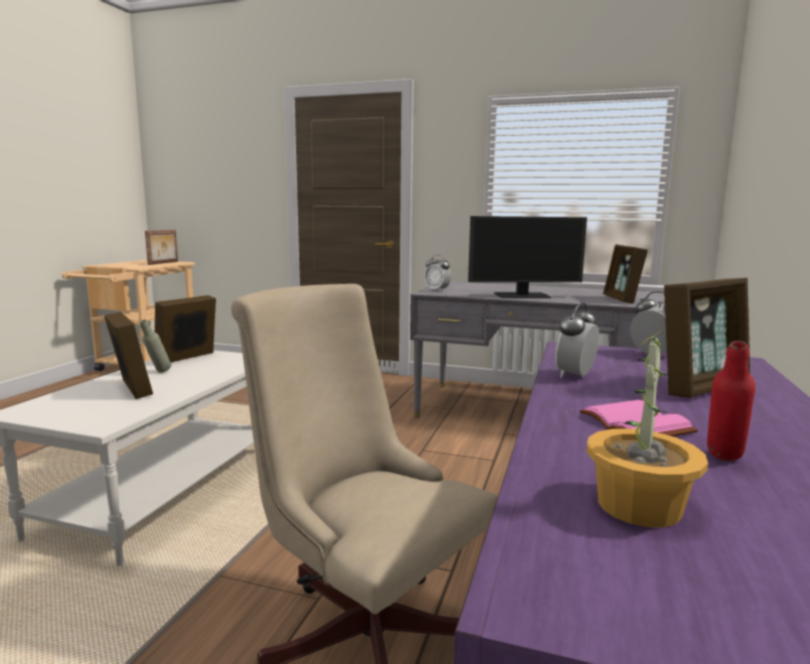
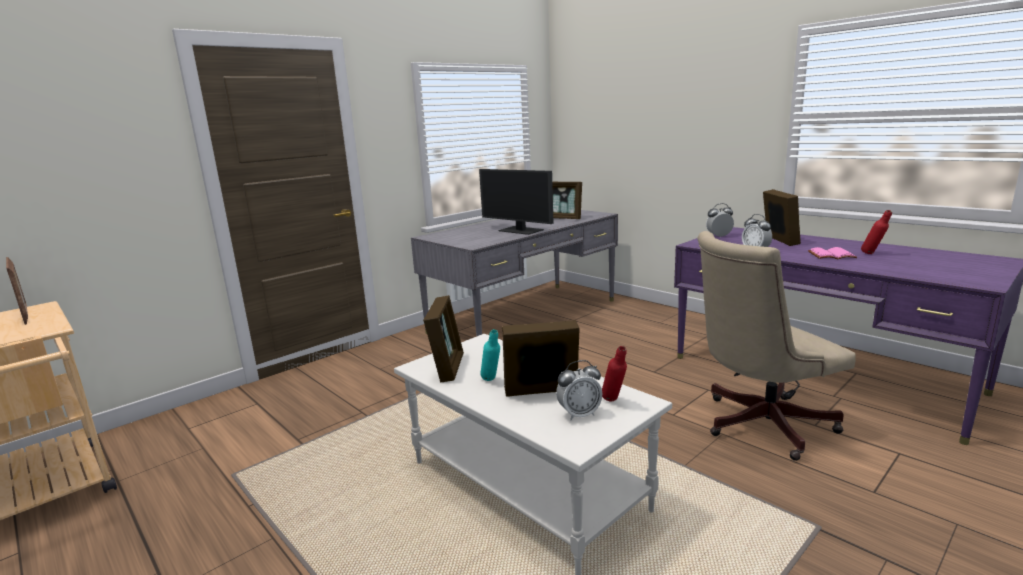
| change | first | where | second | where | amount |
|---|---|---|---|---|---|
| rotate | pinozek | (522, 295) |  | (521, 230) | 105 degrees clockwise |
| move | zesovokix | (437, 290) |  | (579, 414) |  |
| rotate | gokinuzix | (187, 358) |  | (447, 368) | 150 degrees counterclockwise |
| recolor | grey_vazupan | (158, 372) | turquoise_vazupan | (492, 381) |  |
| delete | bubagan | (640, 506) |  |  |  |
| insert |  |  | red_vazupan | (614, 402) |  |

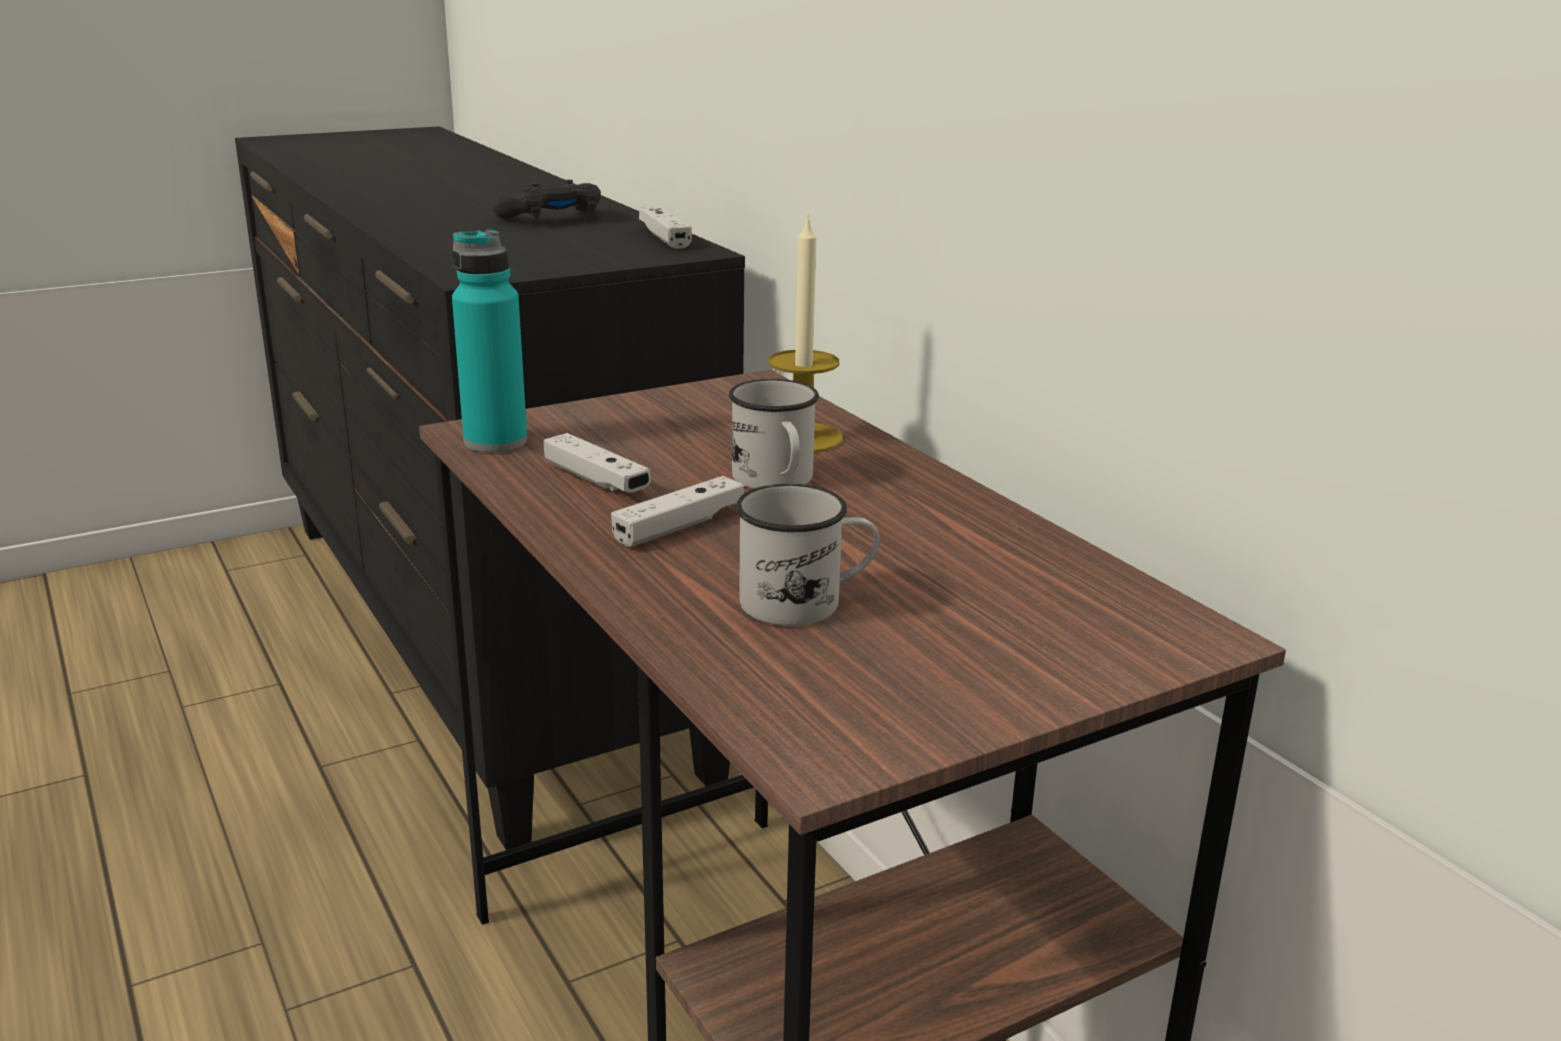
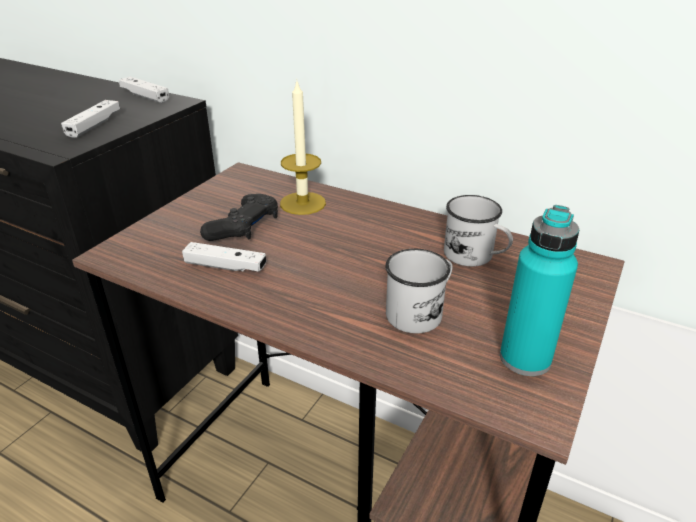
| change | first | where | second | where | amount |
|---|---|---|---|---|---|
| move | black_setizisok | (553, 218) |  | (244, 228) |  |
| move | turquoise_vazupan | (495, 441) |  | (525, 358) |  |
| move | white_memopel | (776, 482) |  | (475, 257) |  |
| move | white_setizisok | (679, 526) |  | (94, 125) |  |

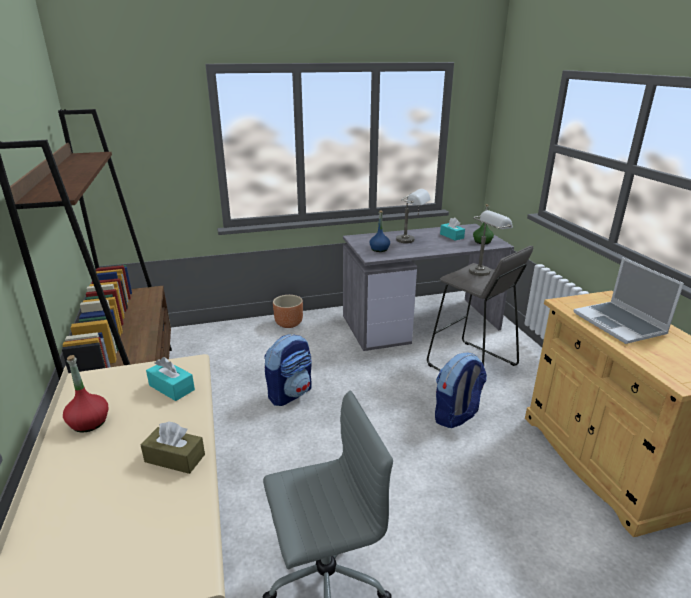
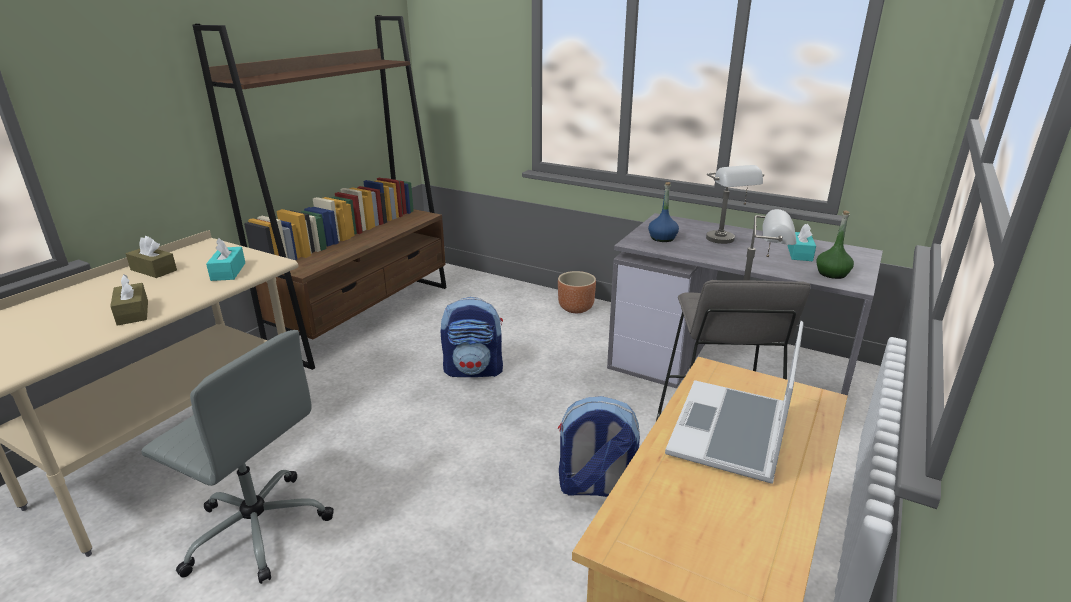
| change | first | where | second | where | amount |
|---|---|---|---|---|---|
| replace | red_vazupan | (89, 422) | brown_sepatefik | (153, 270) |  |

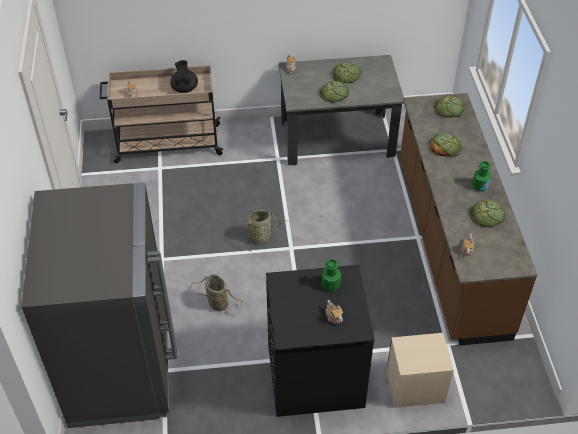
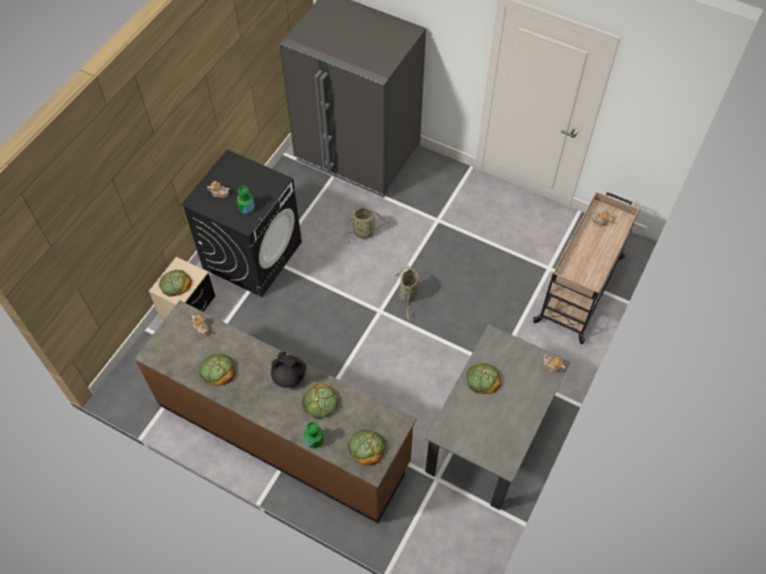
| change | first | where | second | where | amount |
|---|---|---|---|---|---|
| move | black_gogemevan | (184, 88) |  | (289, 376) |  |
| move | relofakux | (346, 75) |  | (175, 284) |  |
| move | green_vazupan | (480, 186) |  | (314, 440) |  |

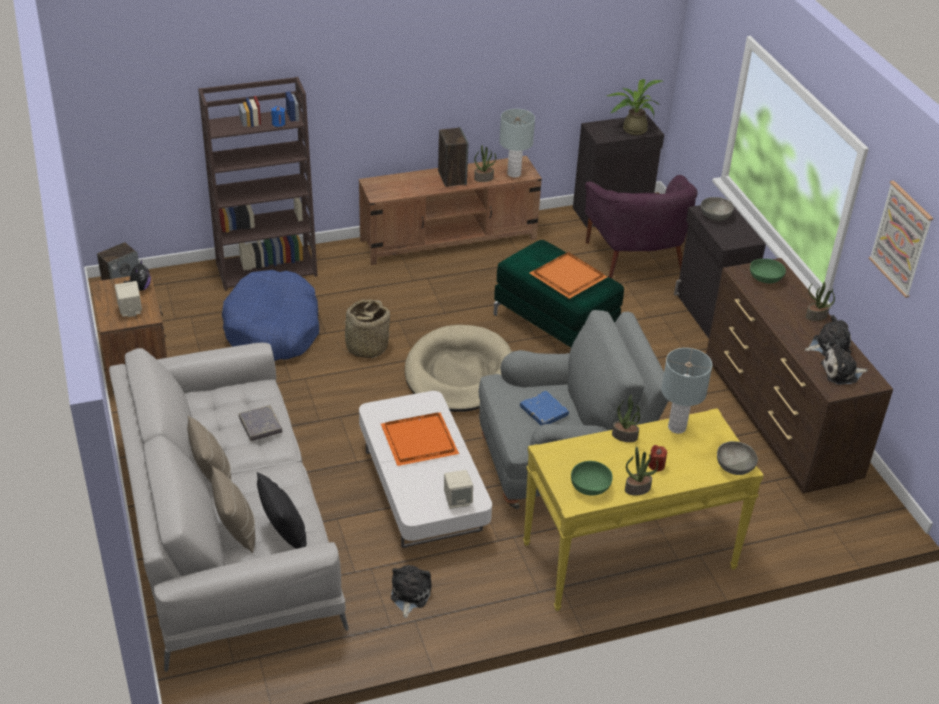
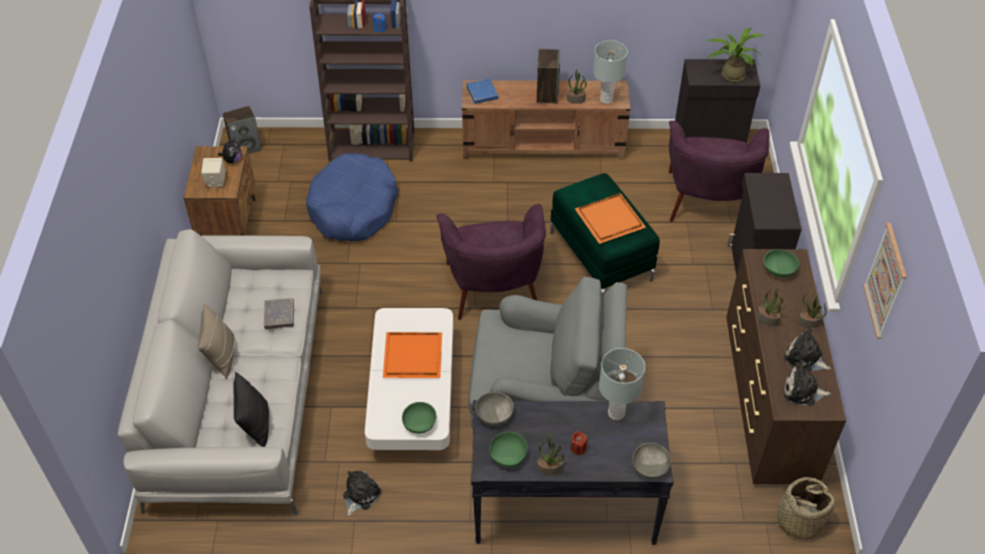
| change | first | where | second | where | amount |
|---|---|---|---|---|---|
| move | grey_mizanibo | (715, 216) |  | (494, 415) |  |
| move | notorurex | (366, 347) |  | (798, 520) |  |
| rotate | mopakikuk | (828, 345) |  | (805, 358) | 150 degrees counterclockwise |
| replace | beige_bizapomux | (459, 373) | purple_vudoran | (494, 287) |  |
| move | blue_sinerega | (544, 411) |  | (482, 93) |  |
| move | bubagan | (625, 436) |  | (767, 319) |  |
| recolor | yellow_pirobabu | (628, 556) | black_pirobabu | (563, 506) |  |
| delete | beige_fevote | (236, 530) |  |  |  |
| replace | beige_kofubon | (457, 500) | green_mizanibo | (420, 423) |  |

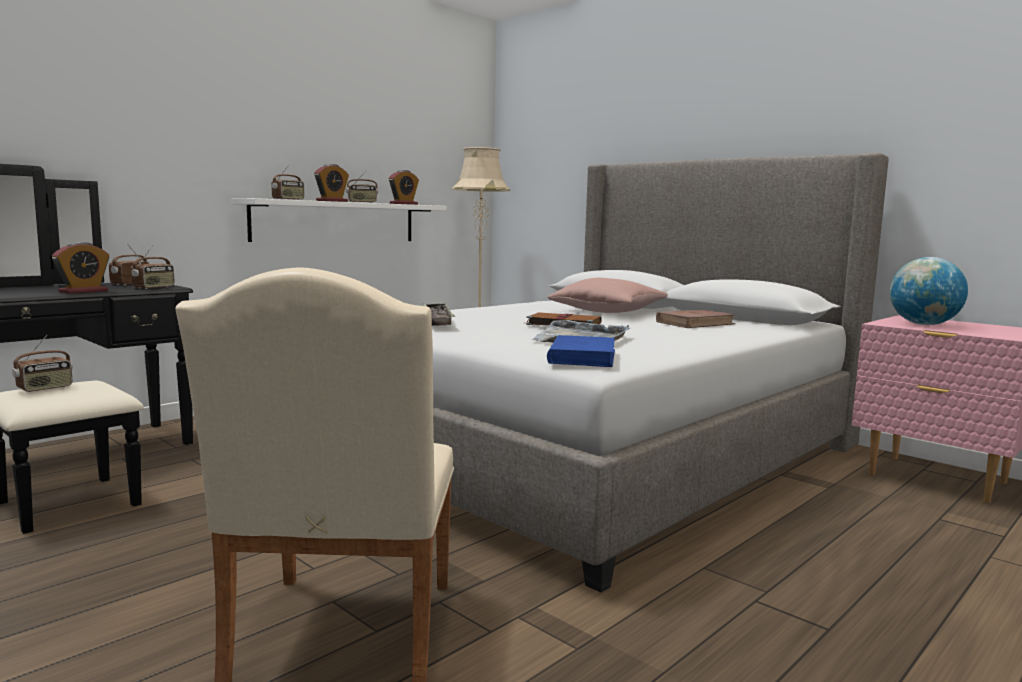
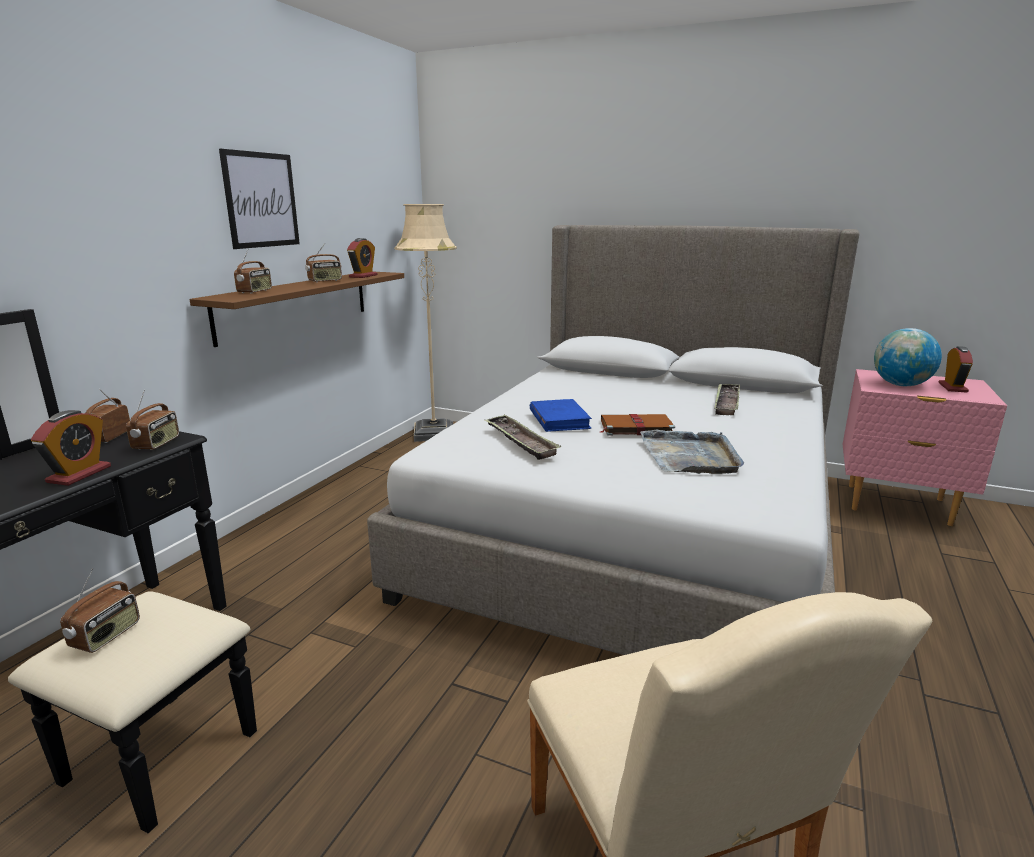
| change | first | where | second | where | amount |
|---|---|---|---|---|---|
| move | zesovokix | (332, 201) |  | (952, 387) |  |
| recolor | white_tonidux | (336, 222) | brown_tonidux | (296, 304) |  |
| delete | pink_fevote | (608, 311) |  |  |  |
| replace | brown_sinerega | (695, 323) | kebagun | (726, 403) |  |
| move | blue_sinerega | (582, 357) |  | (559, 419) |  |
| insert |  |  | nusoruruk | (261, 200) |  |

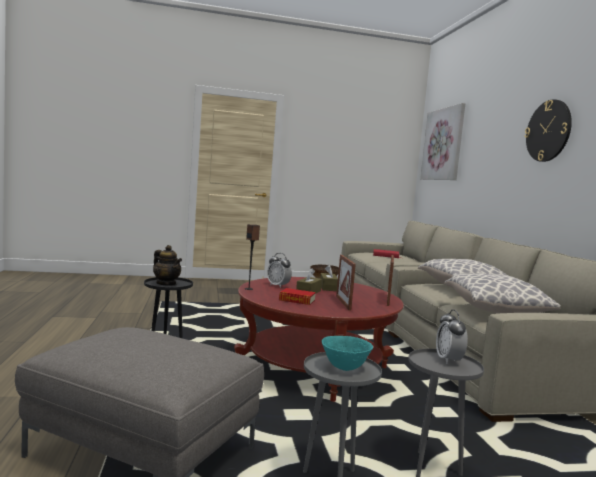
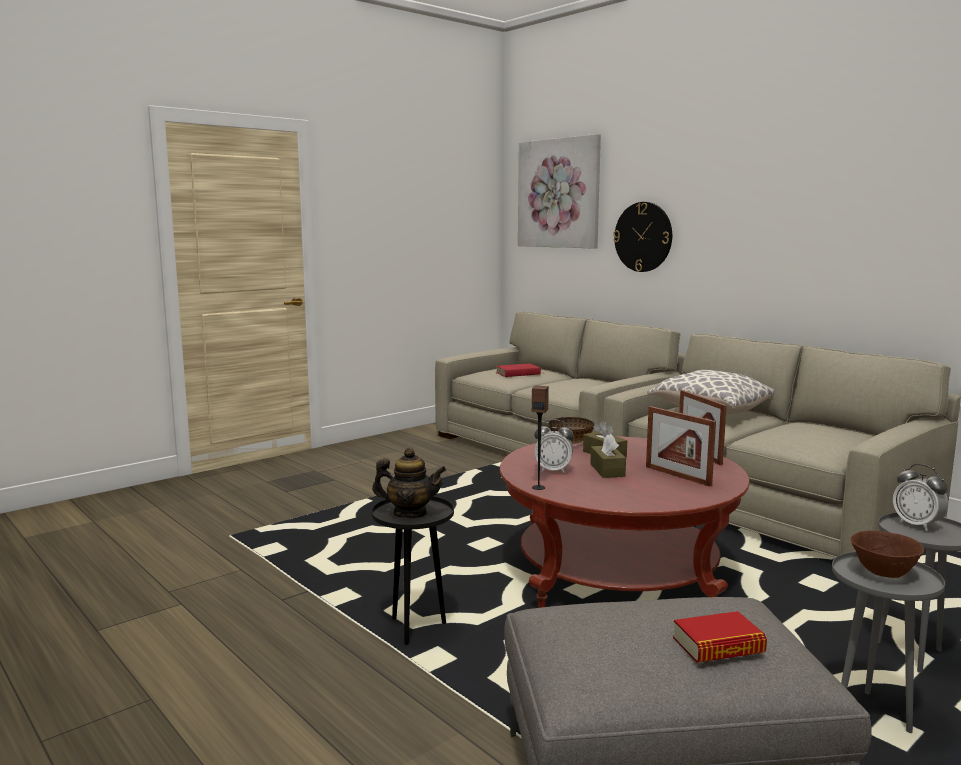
| change | first | where | second | where | amount |
|---|---|---|---|---|---|
| move | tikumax | (548, 131) |  | (643, 237) |  |
| delete | fevote | (495, 310) |  |  |  |
| move | sinerega | (297, 300) |  | (718, 646) |  |
| recolor | turquoise_mizanibo | (344, 367) | brown_mizanibo | (883, 573) |  |

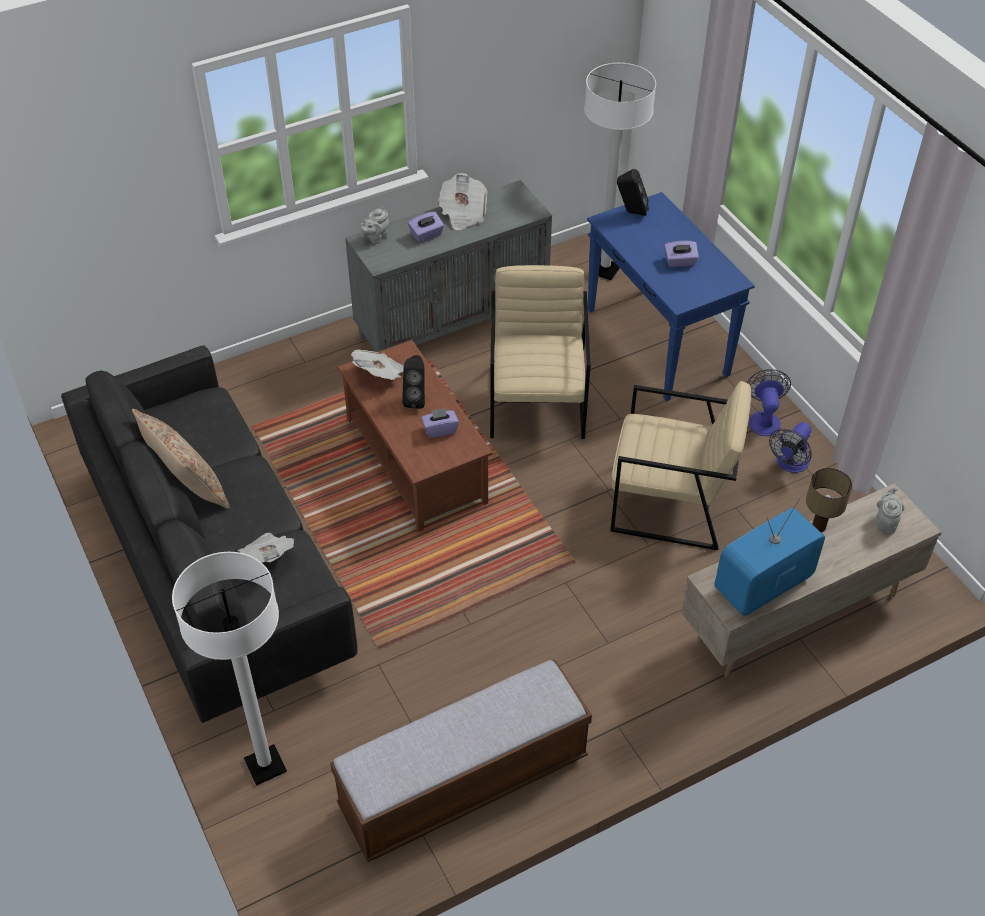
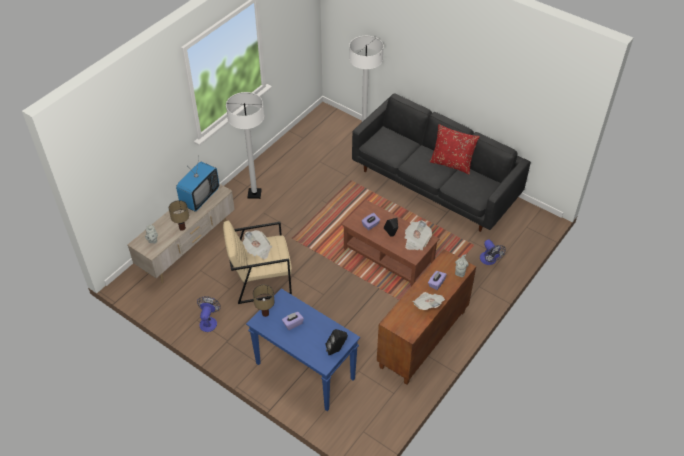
| change | first | where | second | where | amount |
|---|---|---|---|---|---|
| move | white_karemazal | (605, 270) |  | (254, 194) |  |
| recolor | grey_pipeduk | (452, 323) | brown_pipeduk | (423, 340) |  |
| delete | beige_vudoran | (537, 401) |  |  |  |
| move | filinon | (763, 419) |  | (489, 261) |  |
| recolor | beige_fevote | (189, 488) | red_fevote | (452, 163) |  |
| move | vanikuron | (267, 558) |  | (258, 250) |  |
| delete | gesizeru | (463, 783) |  |  |  |
| insert |  |  | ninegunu | (265, 314) |  |

